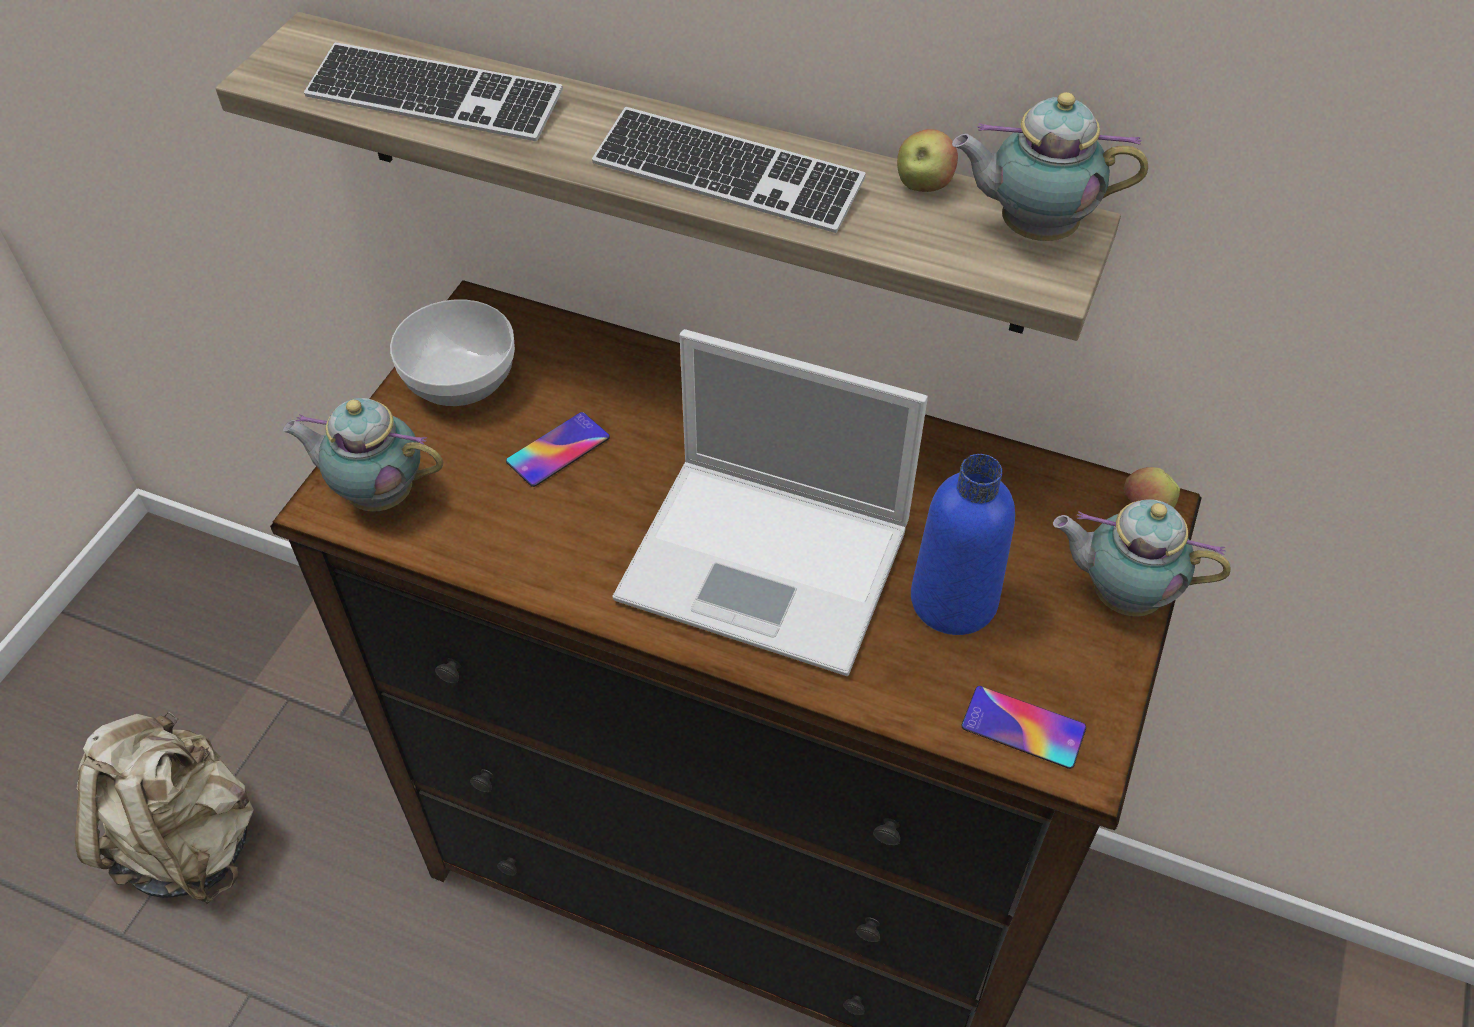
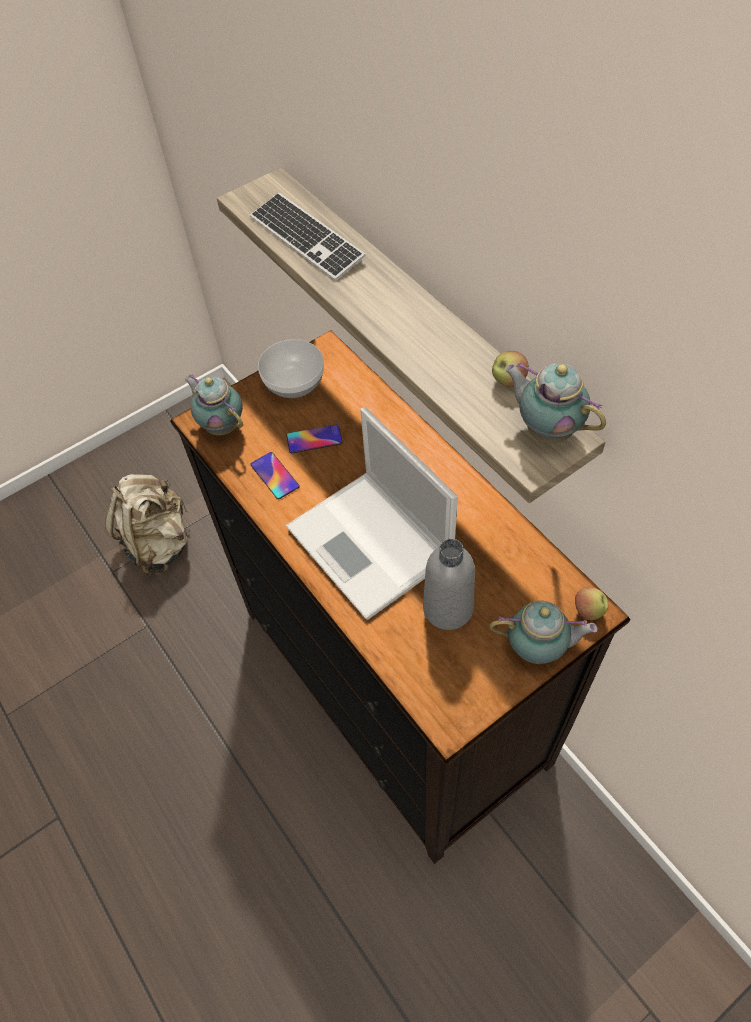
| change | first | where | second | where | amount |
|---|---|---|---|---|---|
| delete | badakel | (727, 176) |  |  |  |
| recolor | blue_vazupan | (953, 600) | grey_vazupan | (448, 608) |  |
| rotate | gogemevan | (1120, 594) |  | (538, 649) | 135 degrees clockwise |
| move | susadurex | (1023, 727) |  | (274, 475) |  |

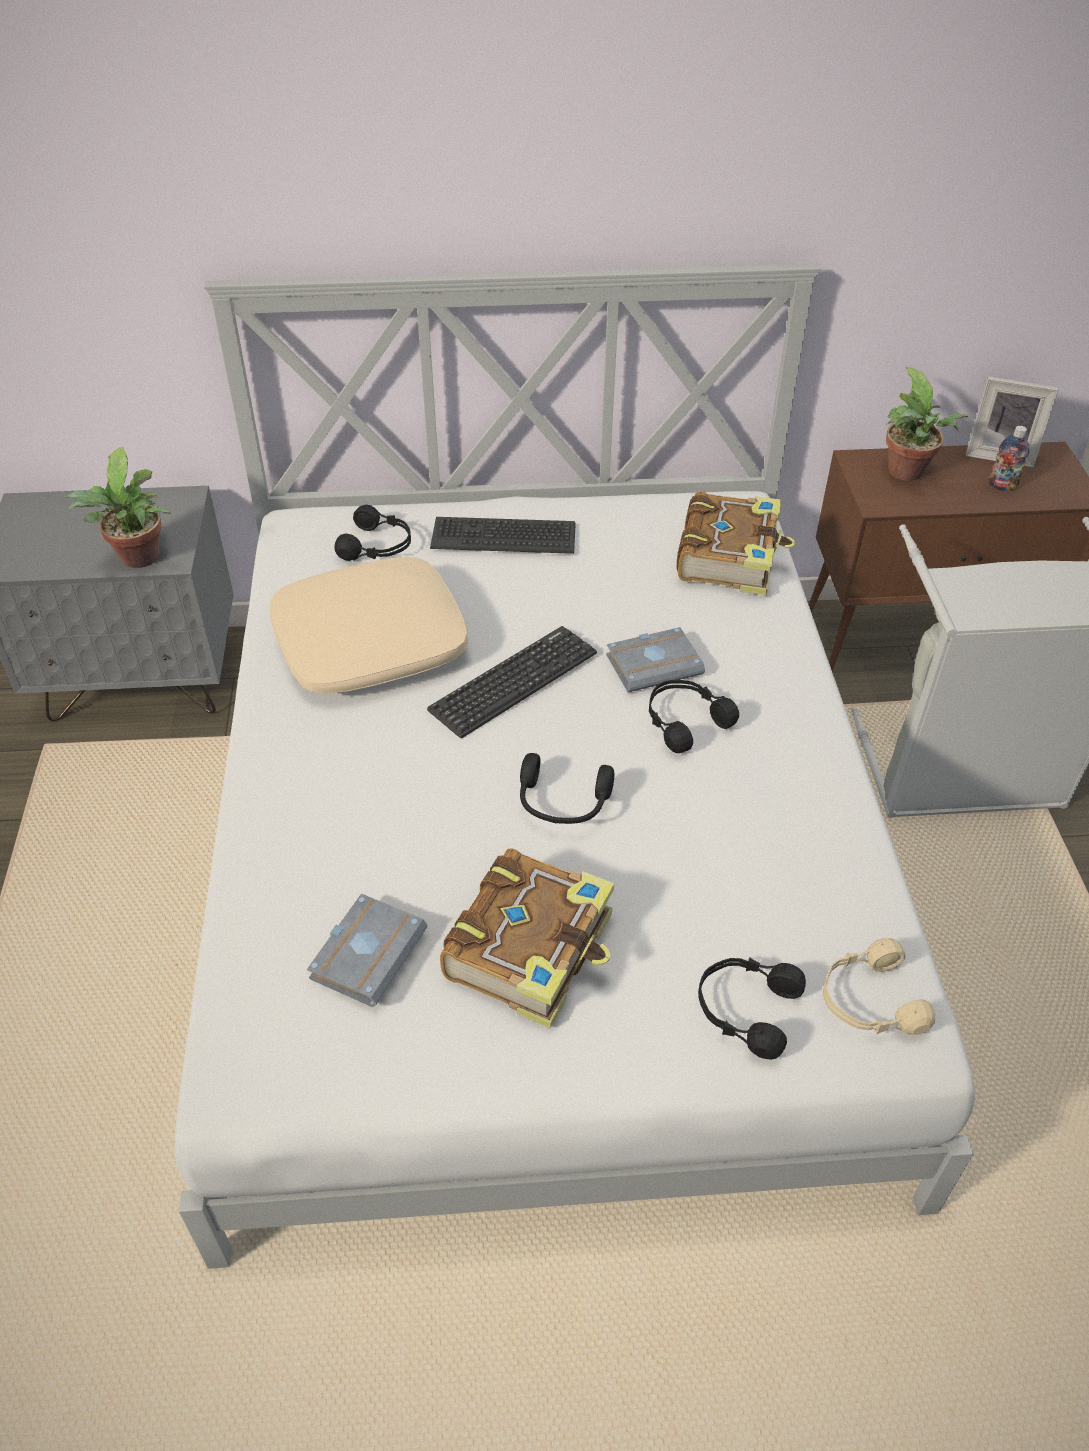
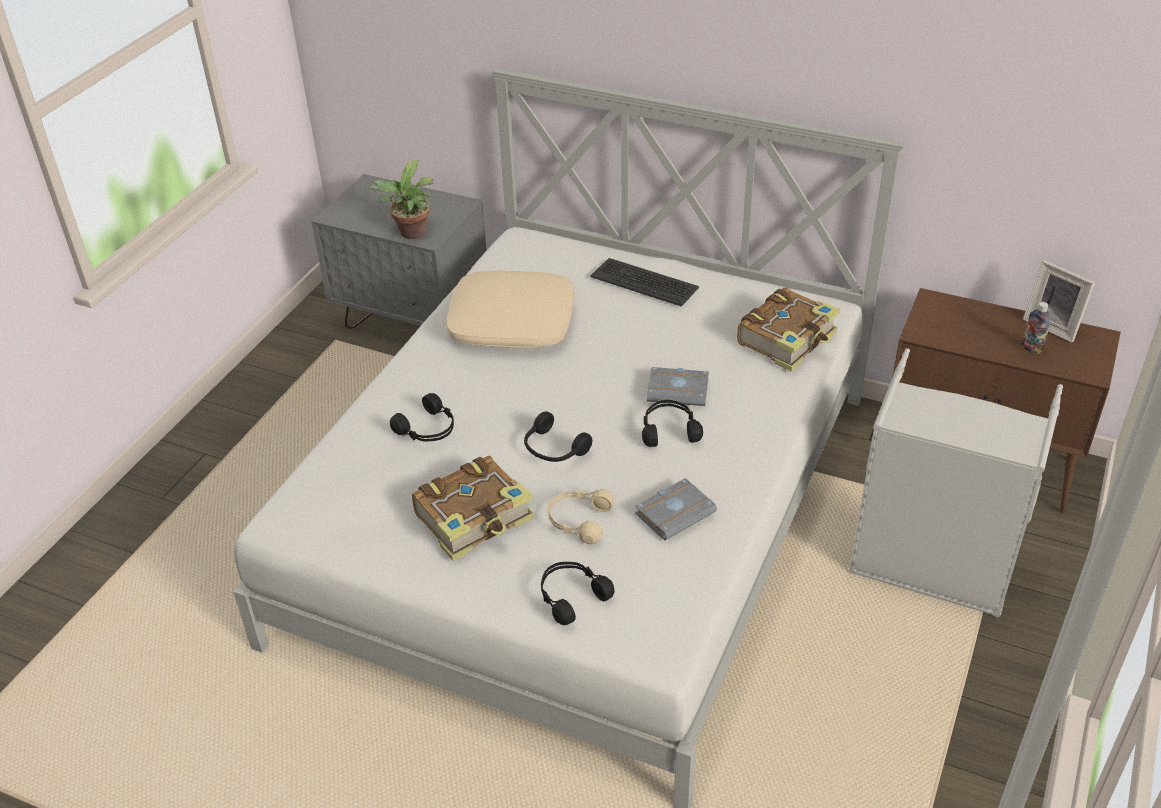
| change | first | where | second | where | amount |
|---|---|---|---|---|---|
| delete | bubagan | (908, 474) |  |  |  |
| move | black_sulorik | (378, 546) |  | (428, 429) |  |
| delete | badakel | (513, 681) |  |  |  |
| move | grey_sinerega | (367, 952) |  | (675, 512) |  |
| move | beige_sulorik | (868, 1001) |  | (578, 521) |  |

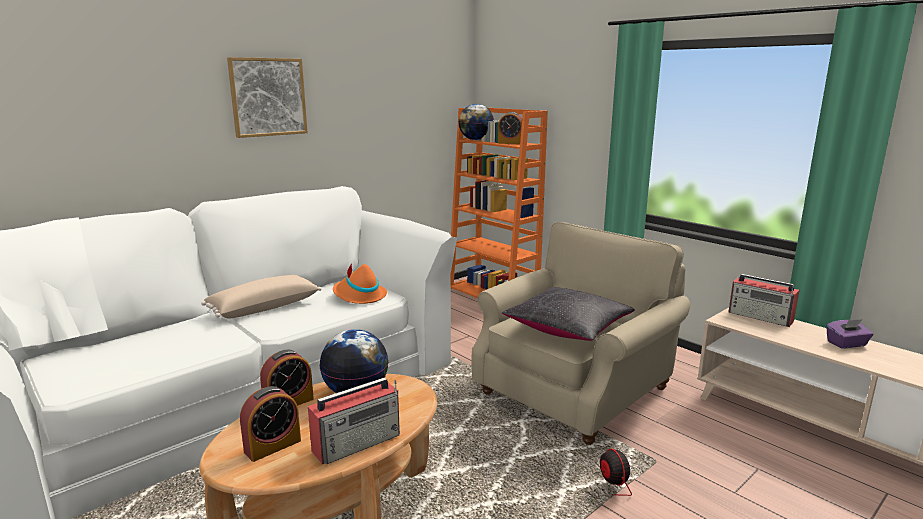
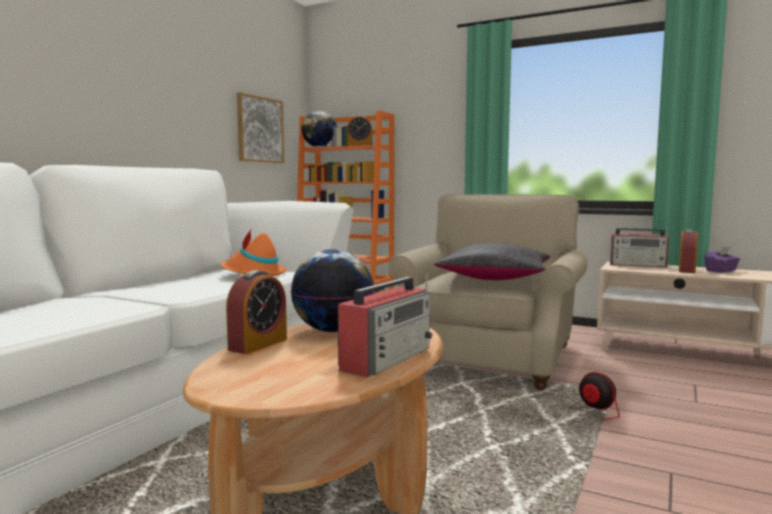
| change | first | where | second | where | amount |
|---|---|---|---|---|---|
| move | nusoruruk | (268, 97) |  | (260, 129) |  |
| delete | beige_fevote | (264, 307) |  |  |  |
| move | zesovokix | (272, 446) |  | (686, 270) |  |

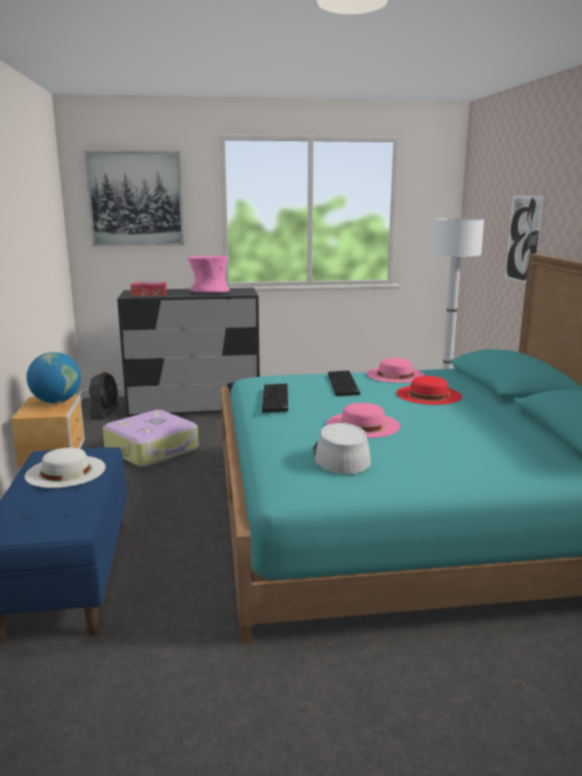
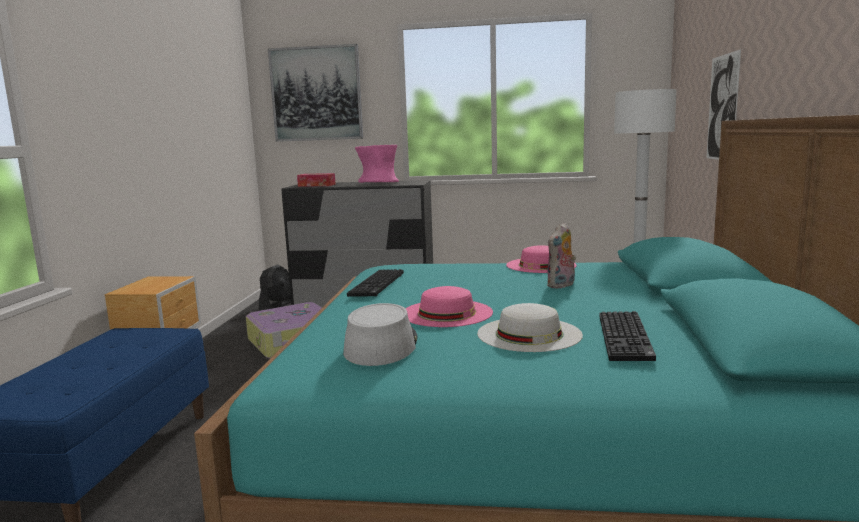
| change | first | where | second | where | amount |
|---|---|---|---|---|---|
| delete | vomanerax | (56, 401) |  |  |  |
| move | badakel | (344, 384) |  | (627, 337) |  |
| replace | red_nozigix | (428, 395) | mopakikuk | (561, 285) |  |
| move | white_nozigix | (66, 471) |  | (529, 334) |  |

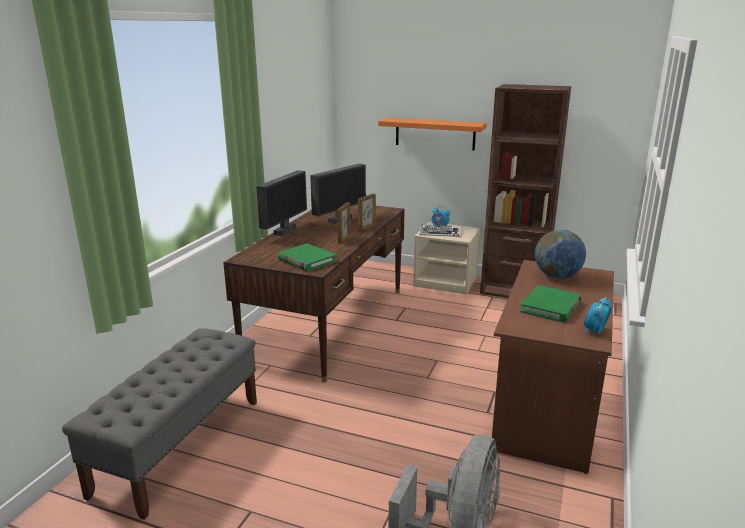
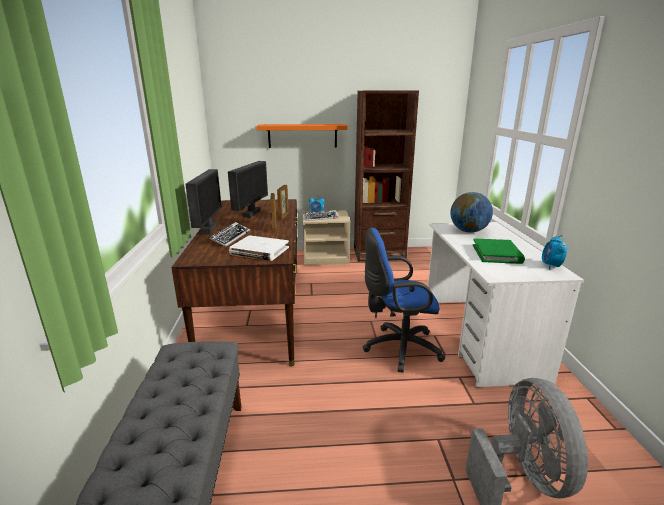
| change | first | where | second | where | amount |
|---|---|---|---|---|---|
| recolor | green_sinerega | (306, 260) | white_sinerega | (259, 251) |  |
| recolor | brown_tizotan | (547, 406) | white_tizotan | (479, 337) |  |
| insert |  |  | badakel | (230, 237) |  |
| insert |  |  | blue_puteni | (398, 348) |  |

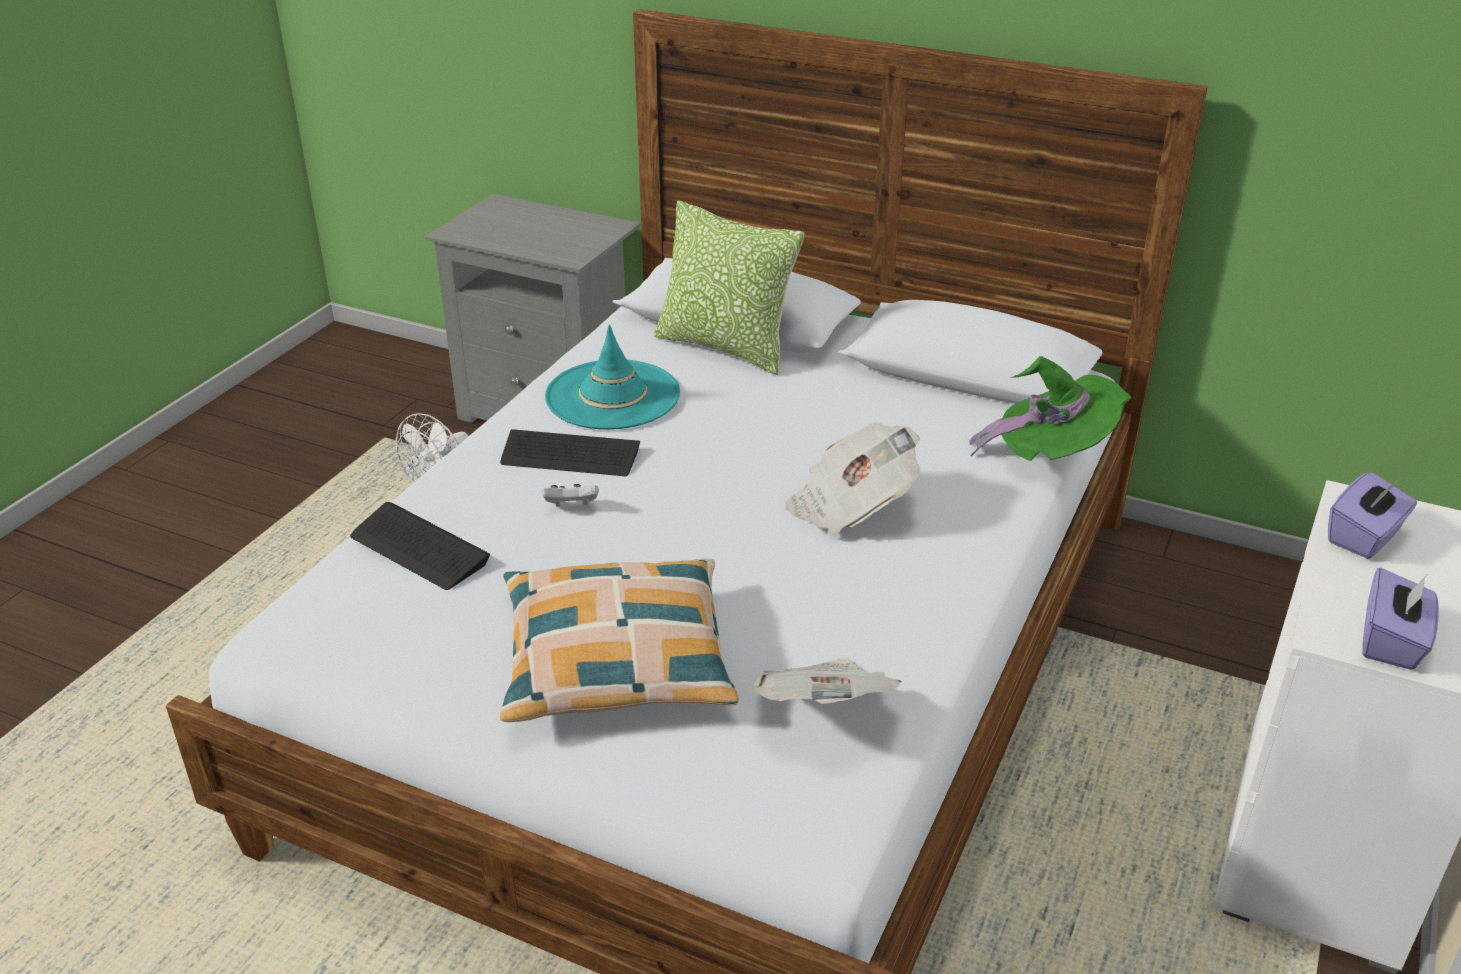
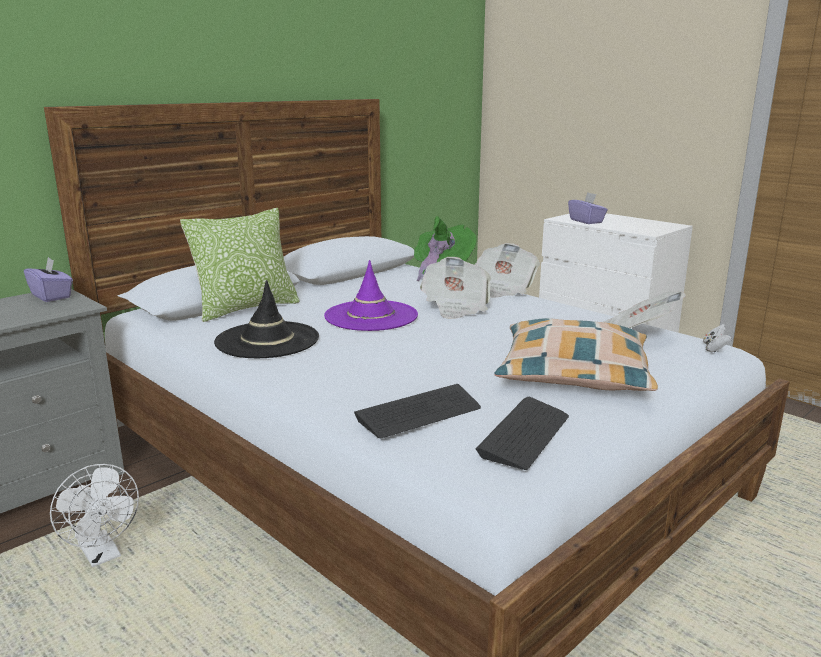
| change | first | where | second | where | amount |
|---|---|---|---|---|---|
| recolor | turquoise_nozigix | (613, 395) | black_nozigix | (267, 340) |  |
| move | badakel | (570, 456) |  | (524, 435) |  |
| move | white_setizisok | (572, 506) |  | (714, 349) |  |
| move | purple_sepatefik | (1391, 642) |  | (52, 296) |  |
| insert |  |  | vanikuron | (503, 289) |  |
| insert |  |  | purple_nozigix | (371, 316) |  |

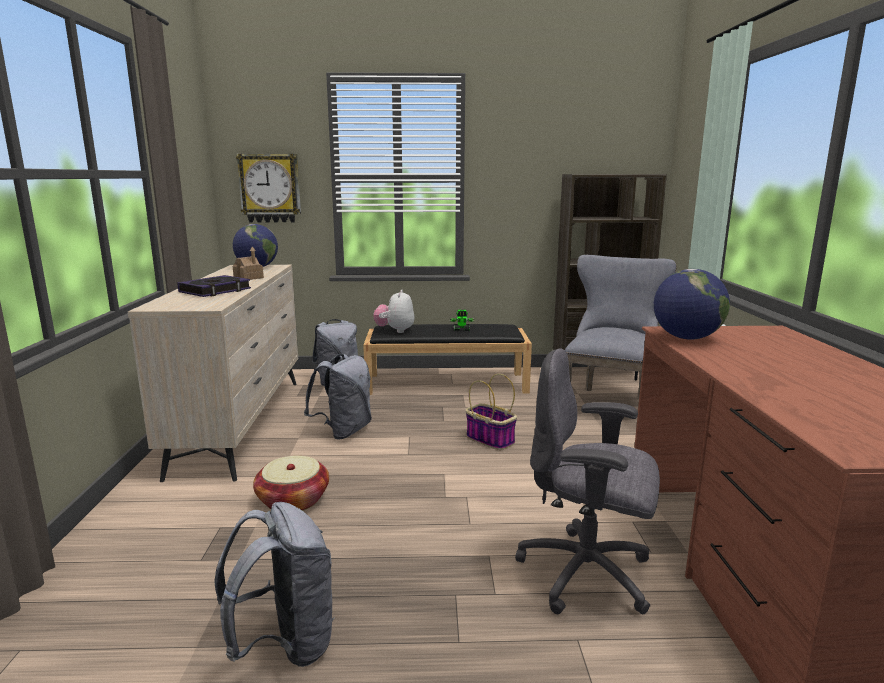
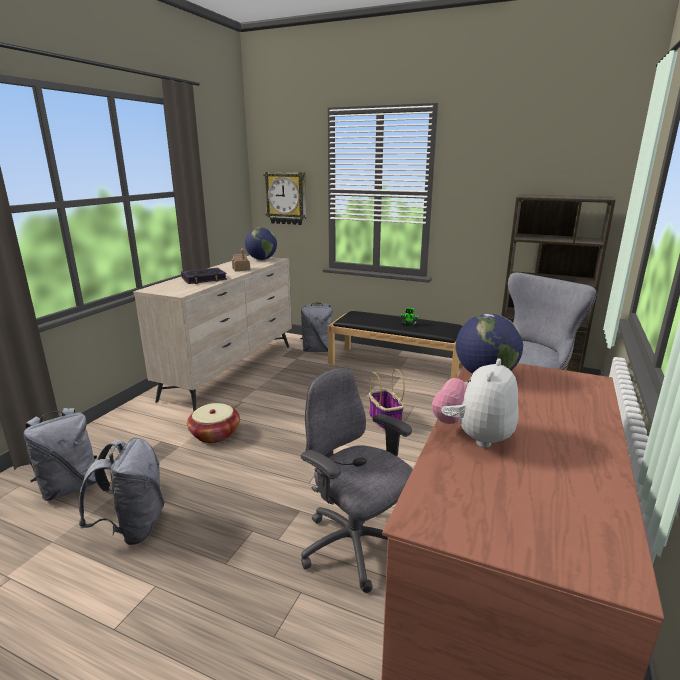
| change | first | where | second | where | amount |
|---|---|---|---|---|---|
| move | mopakikuk | (395, 331) |  | (474, 436) |  |
| move | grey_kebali | (344, 431) |  | (69, 487) |  |

